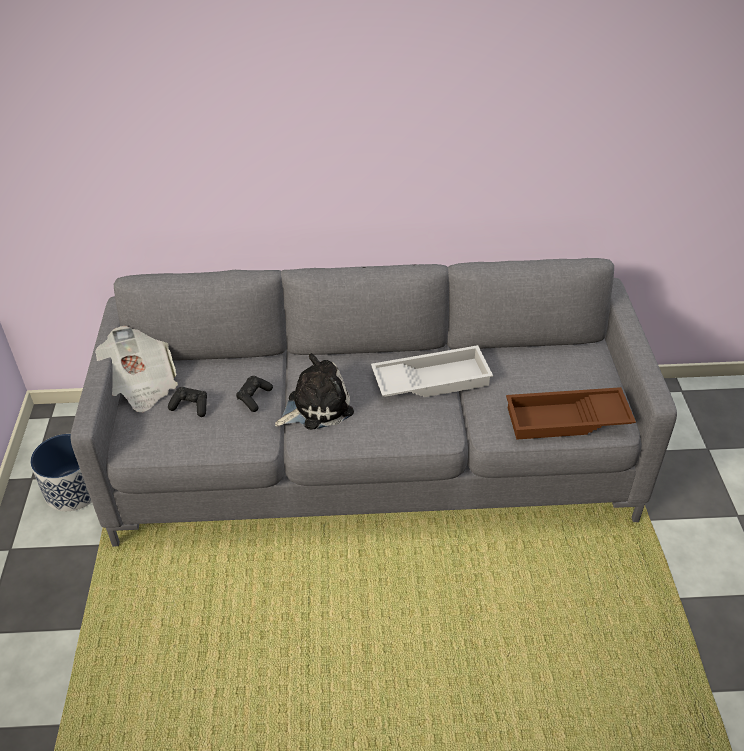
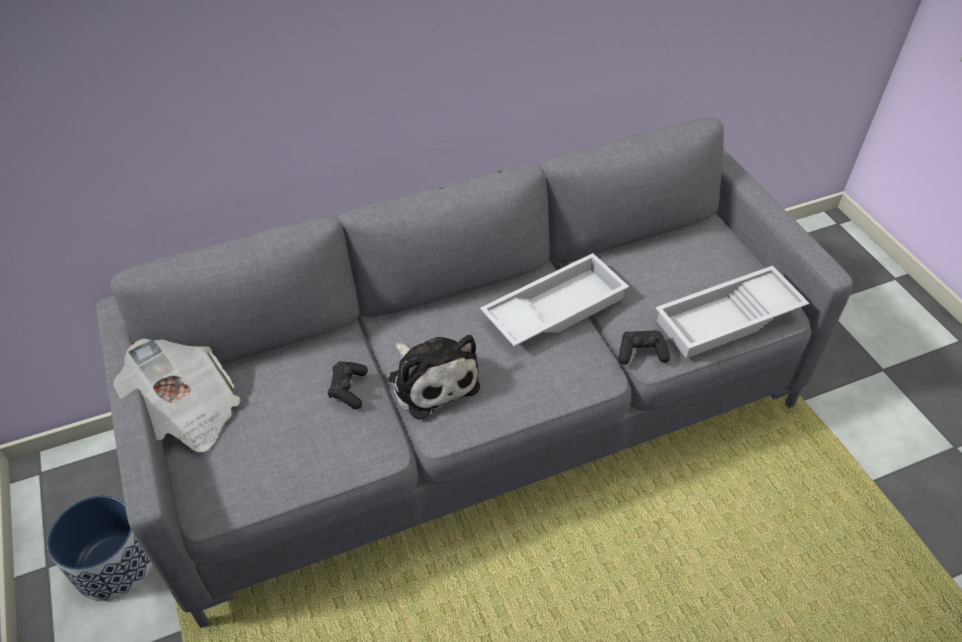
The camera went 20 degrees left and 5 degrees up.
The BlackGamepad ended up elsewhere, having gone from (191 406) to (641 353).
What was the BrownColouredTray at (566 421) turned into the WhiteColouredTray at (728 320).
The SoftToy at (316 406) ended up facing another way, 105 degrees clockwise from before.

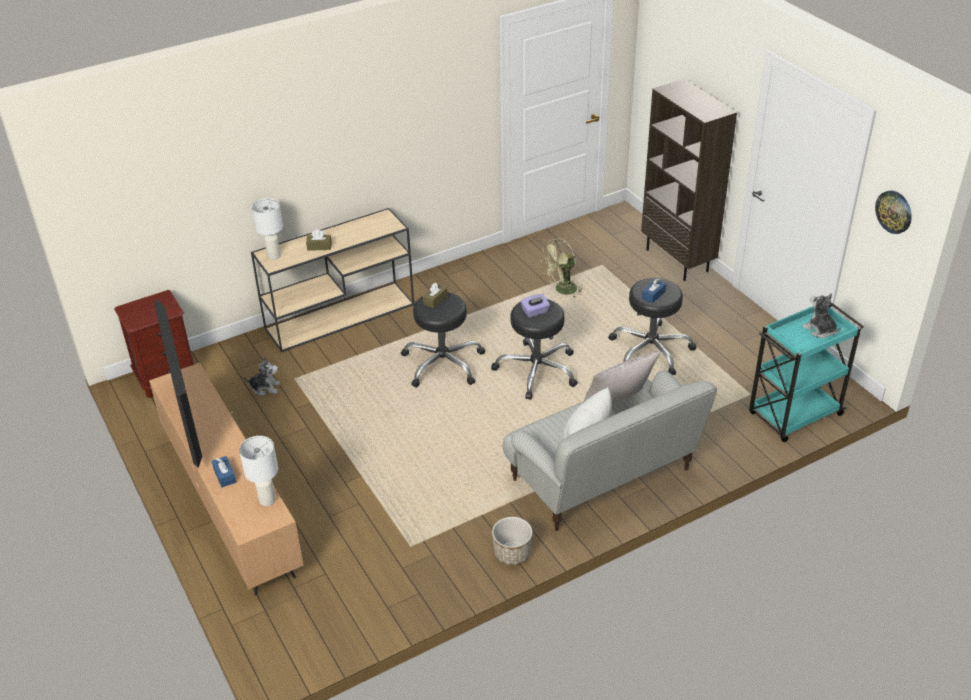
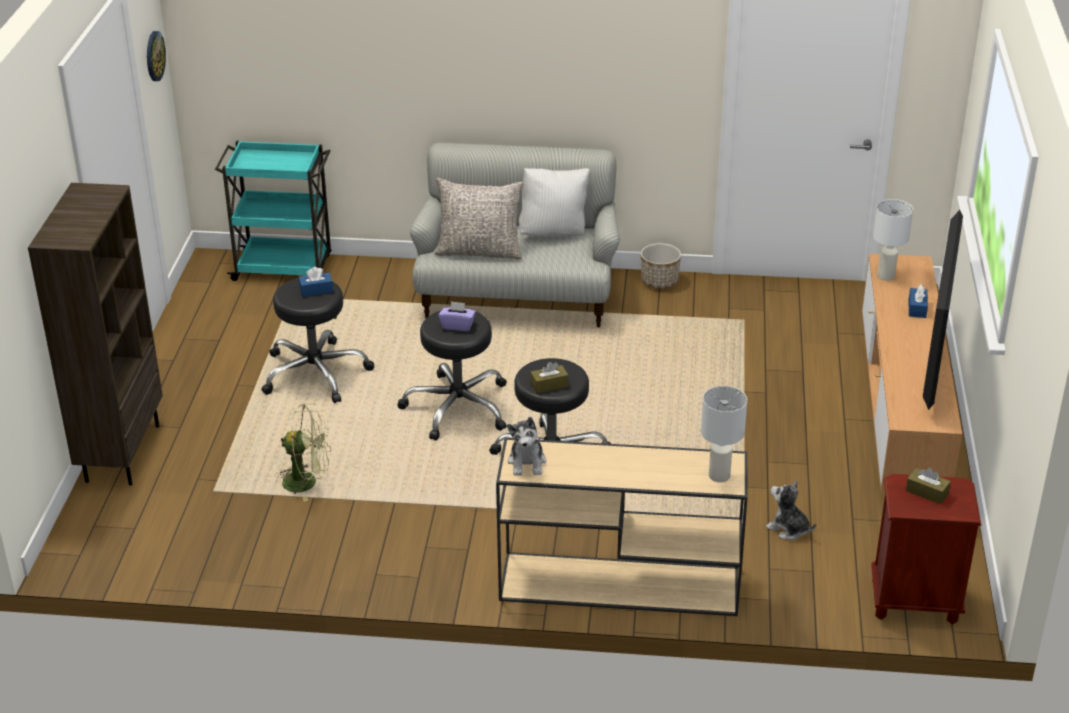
The camera went 145 degrees left and 5 degrees down.
The BrownColouredTissueBox ended up elsewhere, having gone from (319 246) to (927 492).
The SoftToy ended up elsewhere, having gone from (820 330) to (527 462).

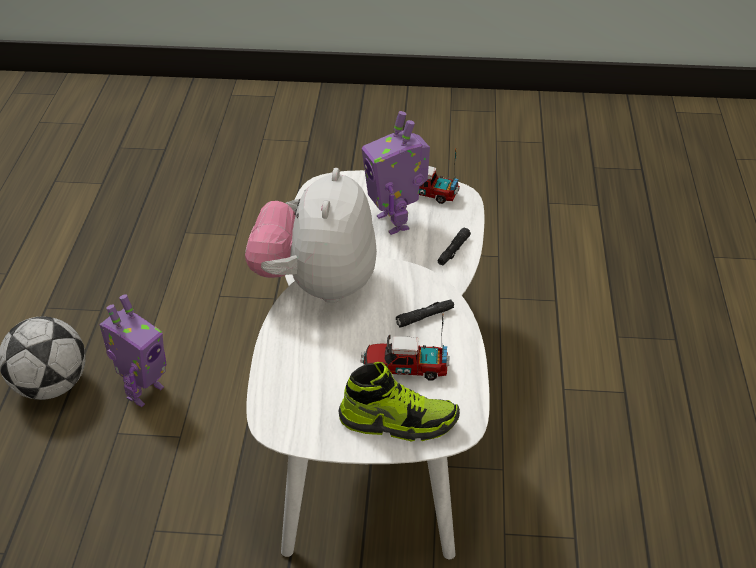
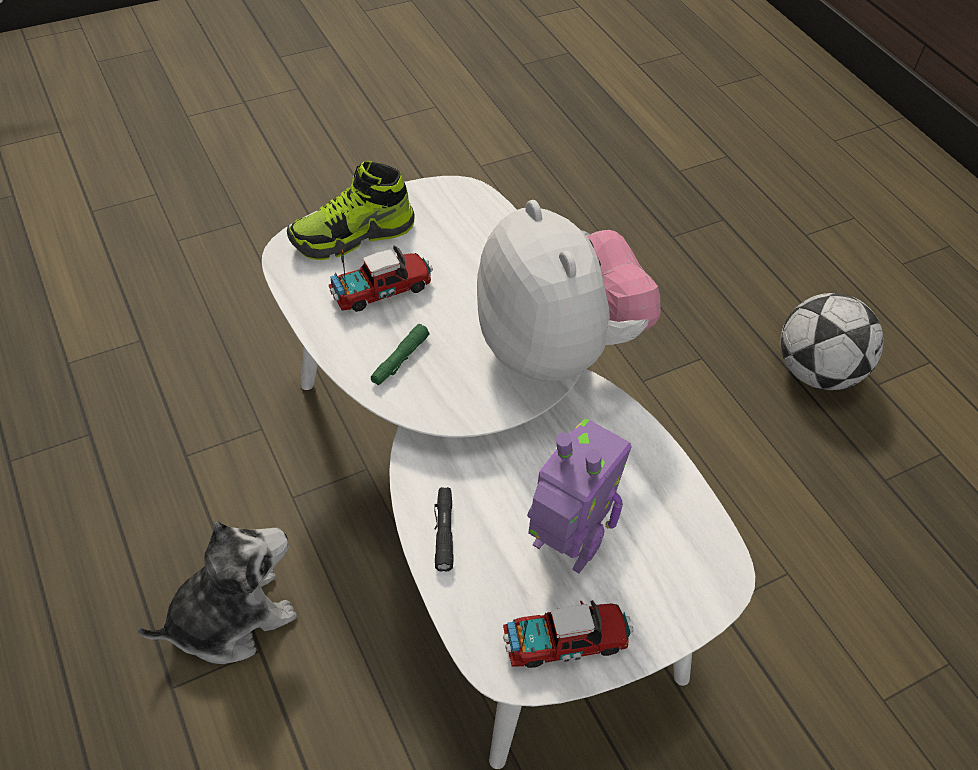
The camera went 145 degrees right and 10 degrees up.
The second view lost the RobotFigure at (143 392).
The second view gained the SoftToy at (231 616).
What was the BlackFlashlight at (425 316) turned into the GreenishFlashlight at (400 360).

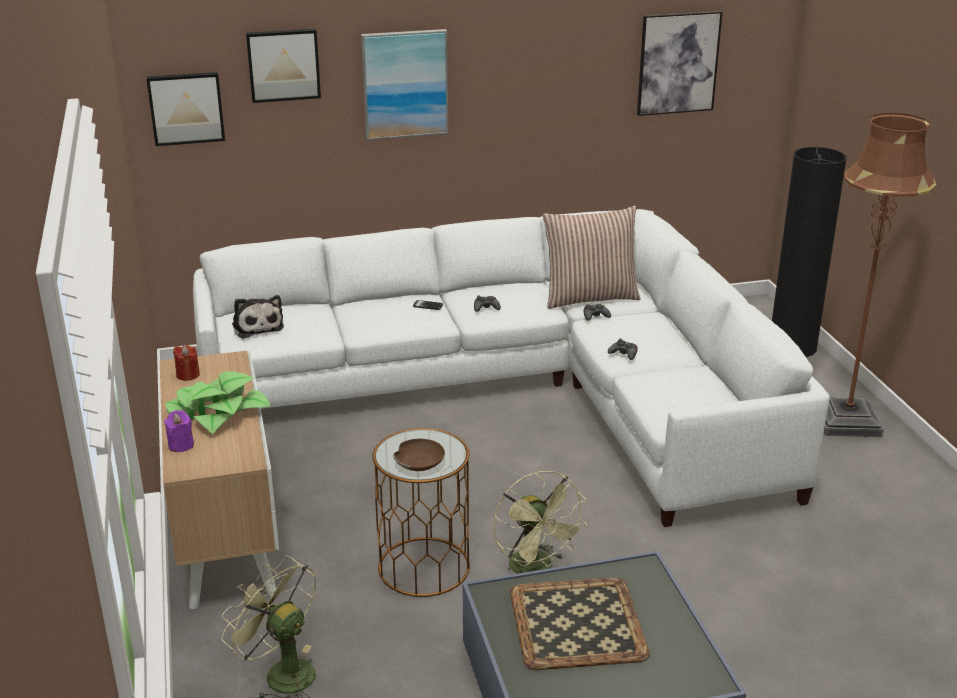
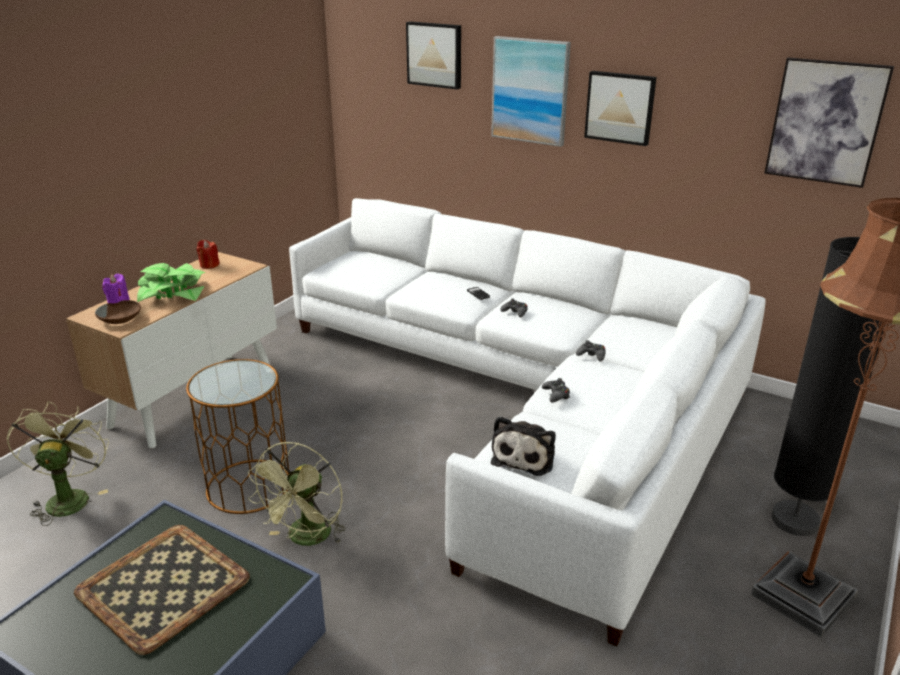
The camera went 45 degrees right and 0 degrees up.
The second view lost the ThrowPillow at (589 297).
The Picture ended up elsewhere, having gone from (186 108) to (620 107).
The SoftToy ended up elsewhere, having gone from (257 326) to (525 456).
The BrownColouredServingBowl ended up elsewhere, having gone from (420 462) to (121 318).

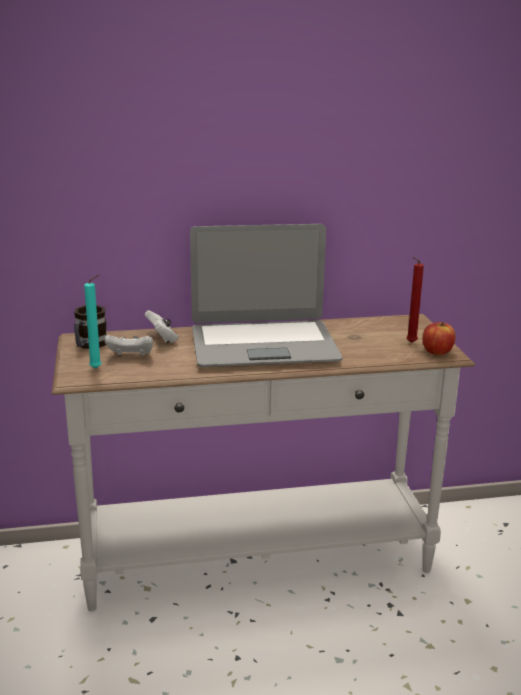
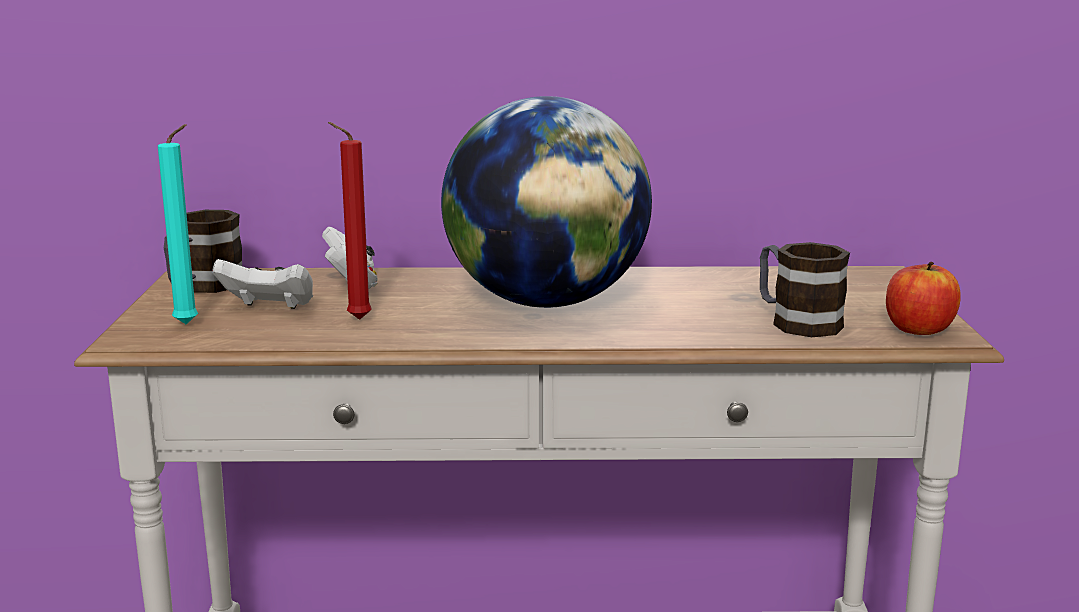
The camera went 10 degrees right and 5 degrees down.
The second view gained the TeaMug at (796 321).
The RedWaxLight ended up elsewhere, having gone from (410 343) to (355 320).
Where the Laptop stood at (263 345), the DeskGlobe came to stand at (546 302).

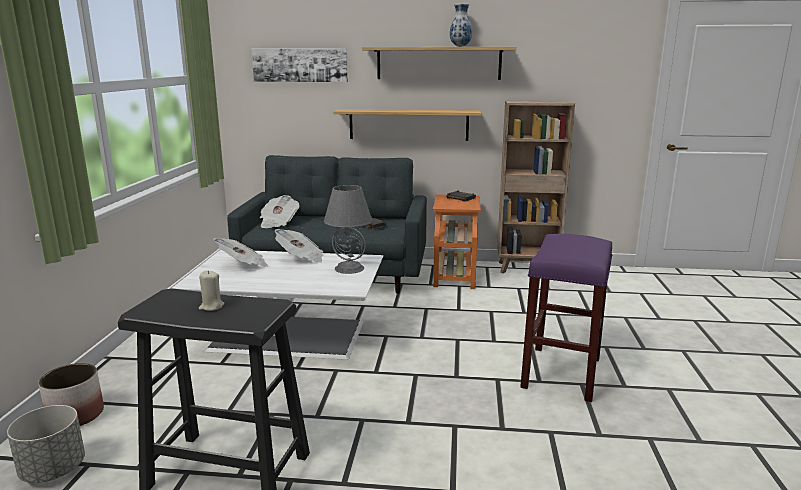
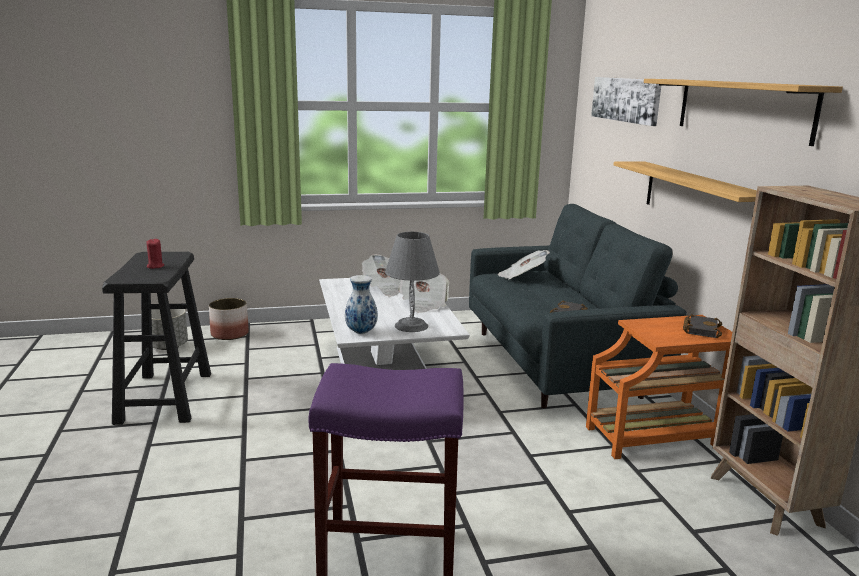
The camera went 70 degrees right and 0 degrees up.
The Vase ended up elsewhere, having gone from (460 46) to (361 332).
What was the BeigeColouredWaxLight at (211 306) turned into the RedWaxLight at (155 266).

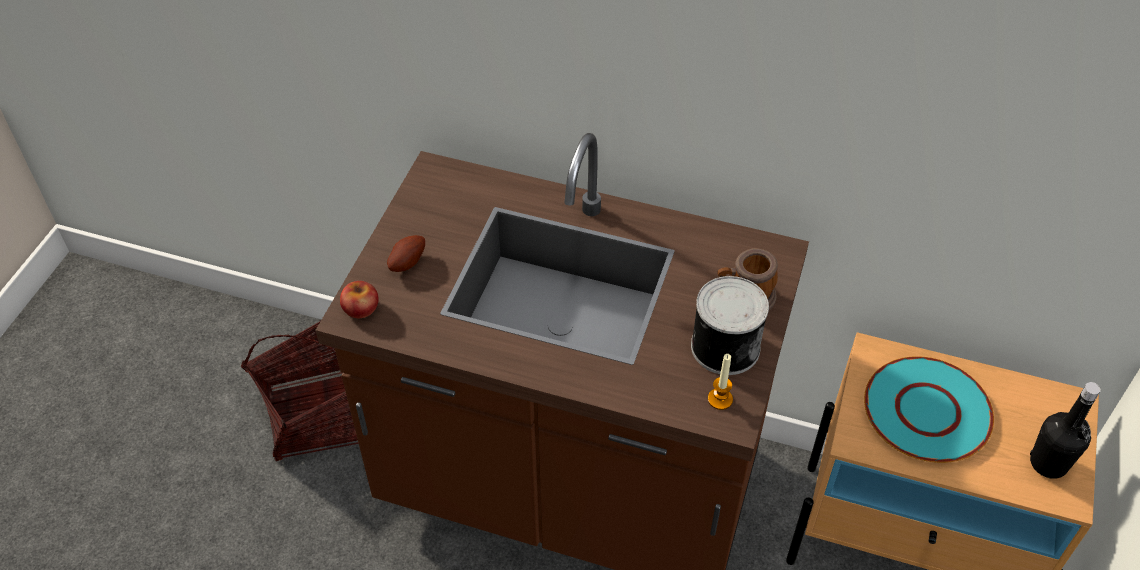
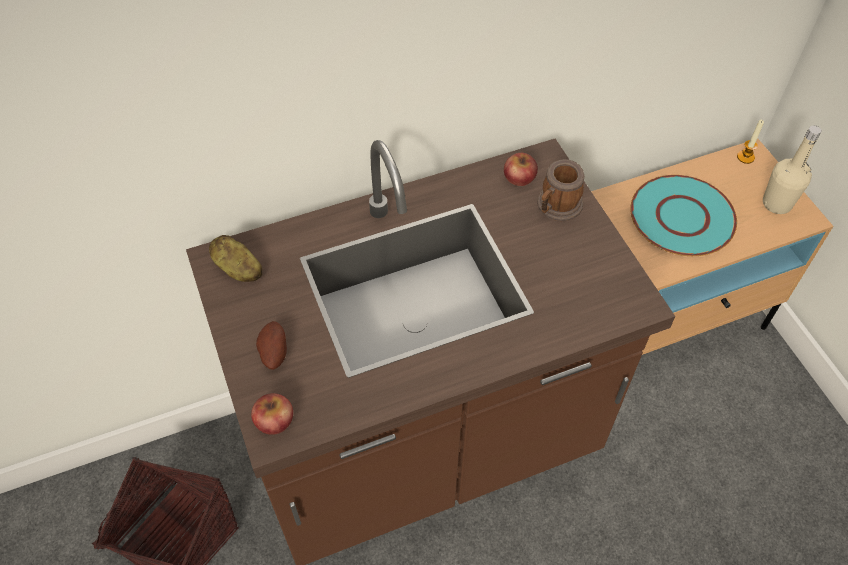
The camera went 40 degrees left and 5 degrees up.
The second view lost the Can at (723 346).
The second view gained the Potato at (237 269).
The second view gained the Apple at (519 177).
The WaxLight ended up elsewhere, having gone from (720 399) to (745 157).
What was the BlackDrinkBottle at (1048 463) turned into the BeigeColouredDrinkBottle at (776 203).

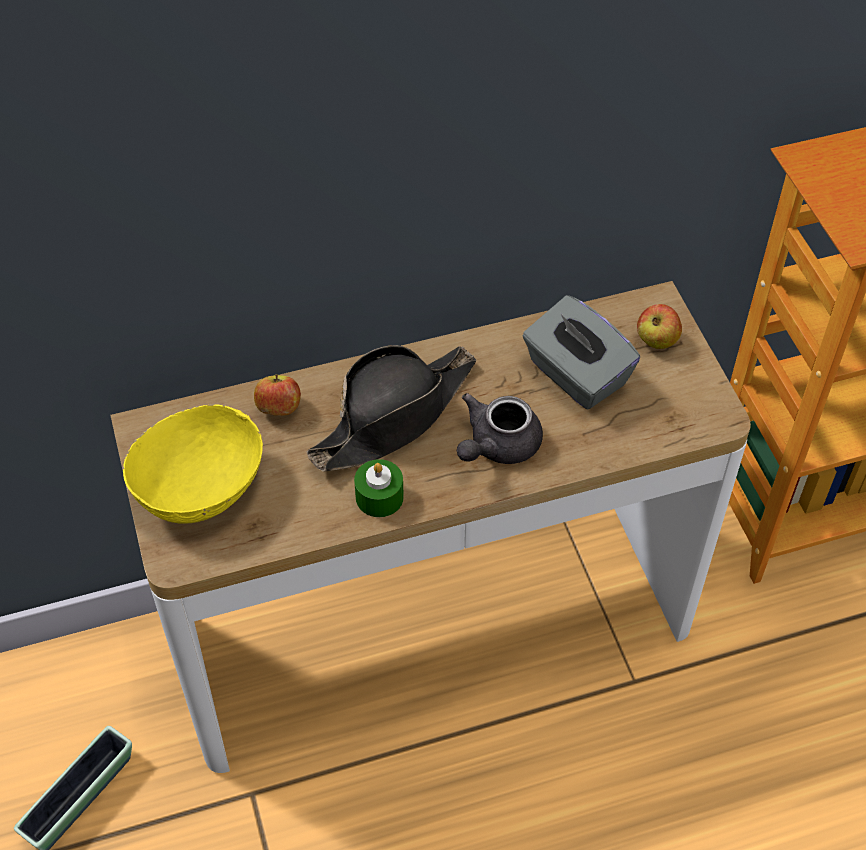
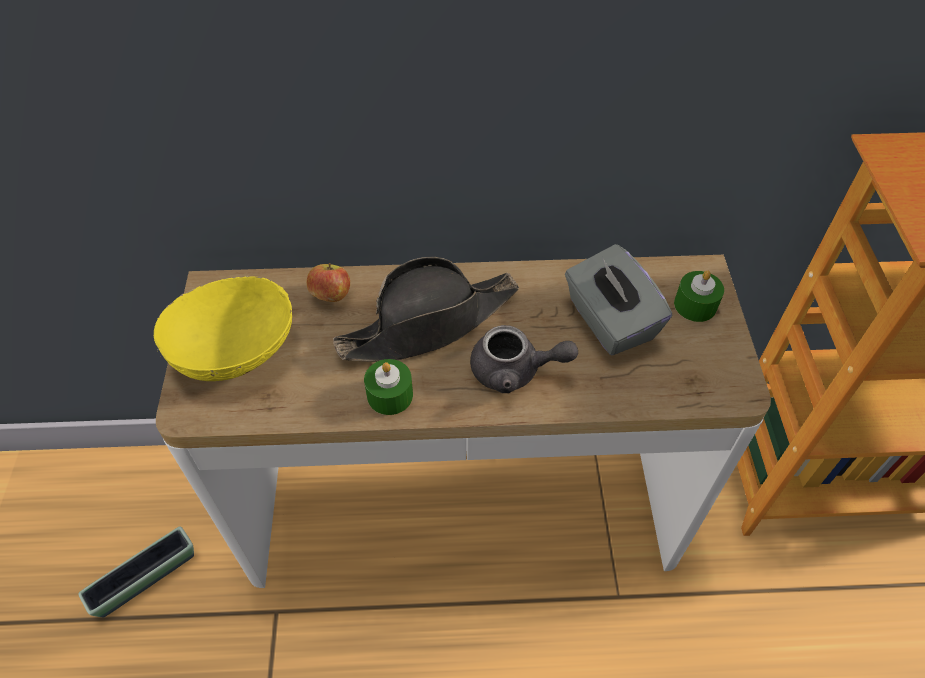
The camera went 15 degrees right and 0 degrees up.
Where the Apple stood at (656 340), the GreenishWaxLight came to stand at (695 305).
The GreyPotForTea at (497 446) ended up facing another way, 135 degrees counterclockwise from before.

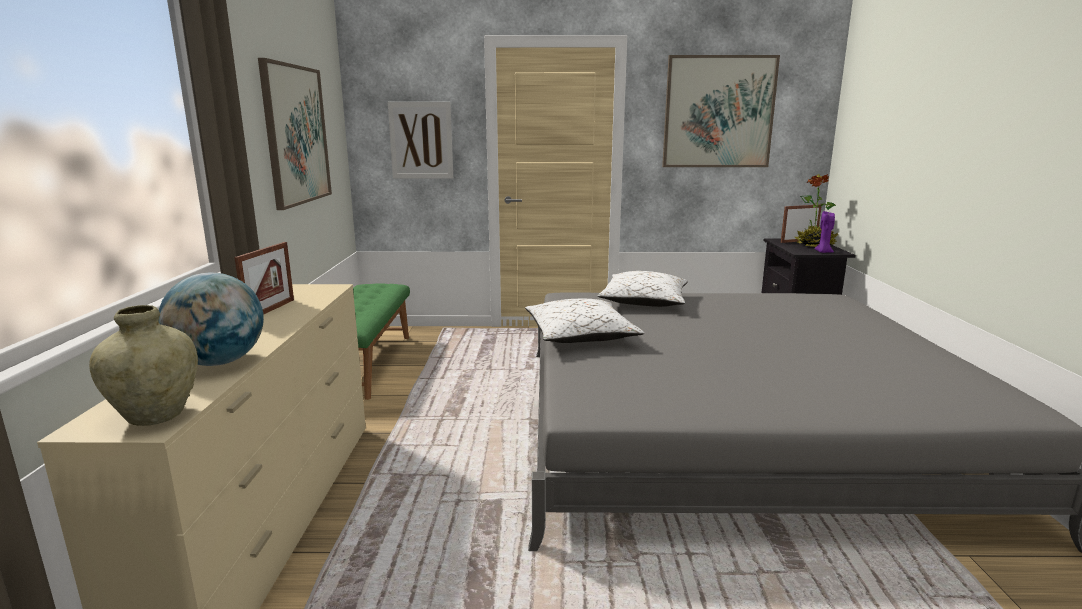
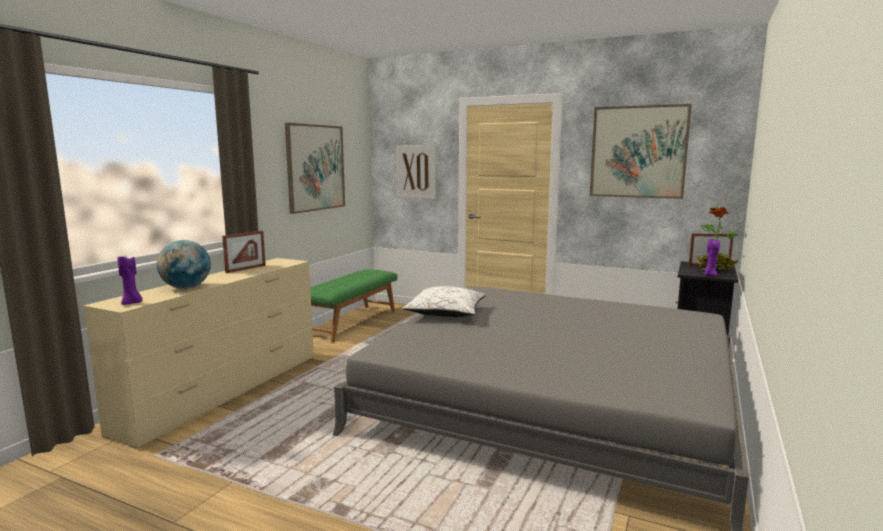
The camera went 25 degrees right and 5 degrees down.
The second view lost the WhiteColouredThrowPillow at (644 302).
Where the BeigeColouredVase stood at (156 415), the PurpleColouredWaxLight came to stand at (132 303).

